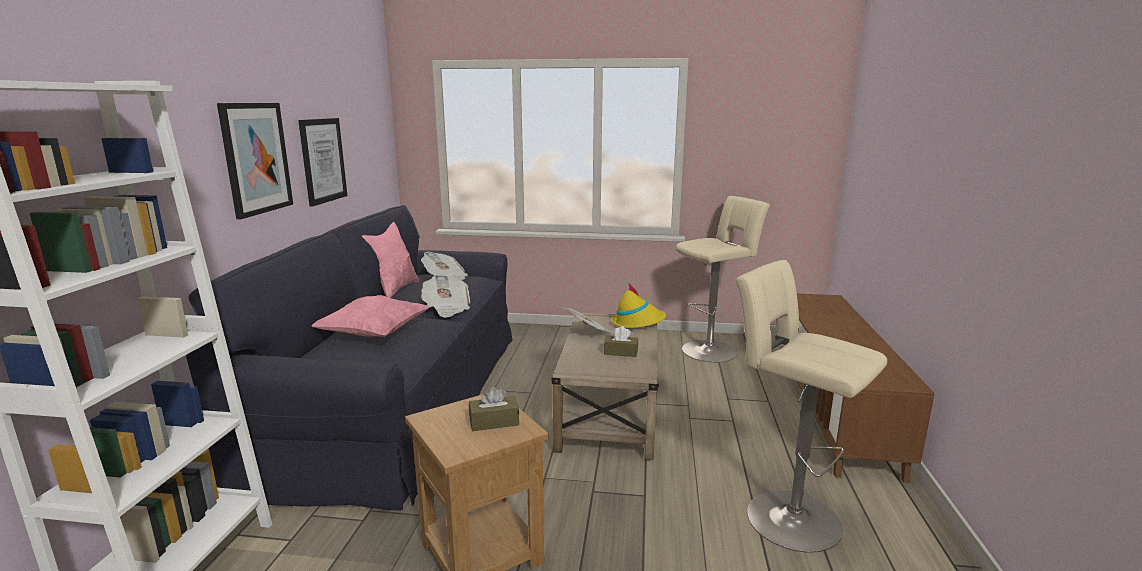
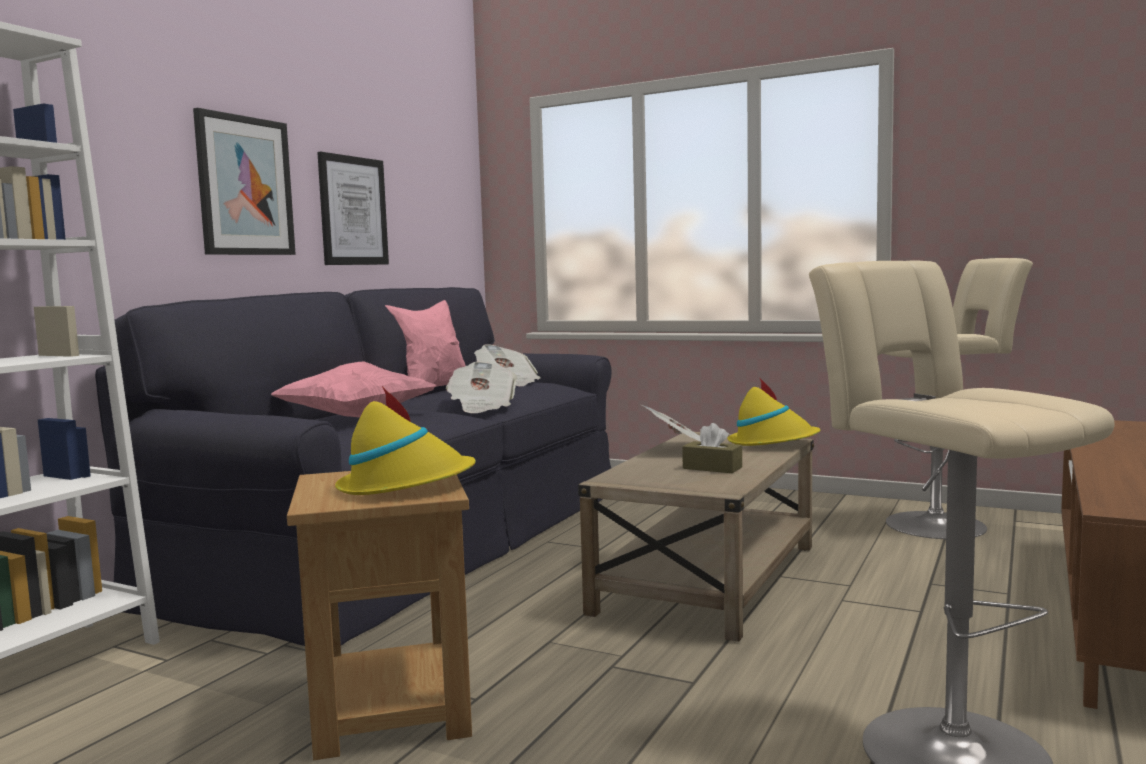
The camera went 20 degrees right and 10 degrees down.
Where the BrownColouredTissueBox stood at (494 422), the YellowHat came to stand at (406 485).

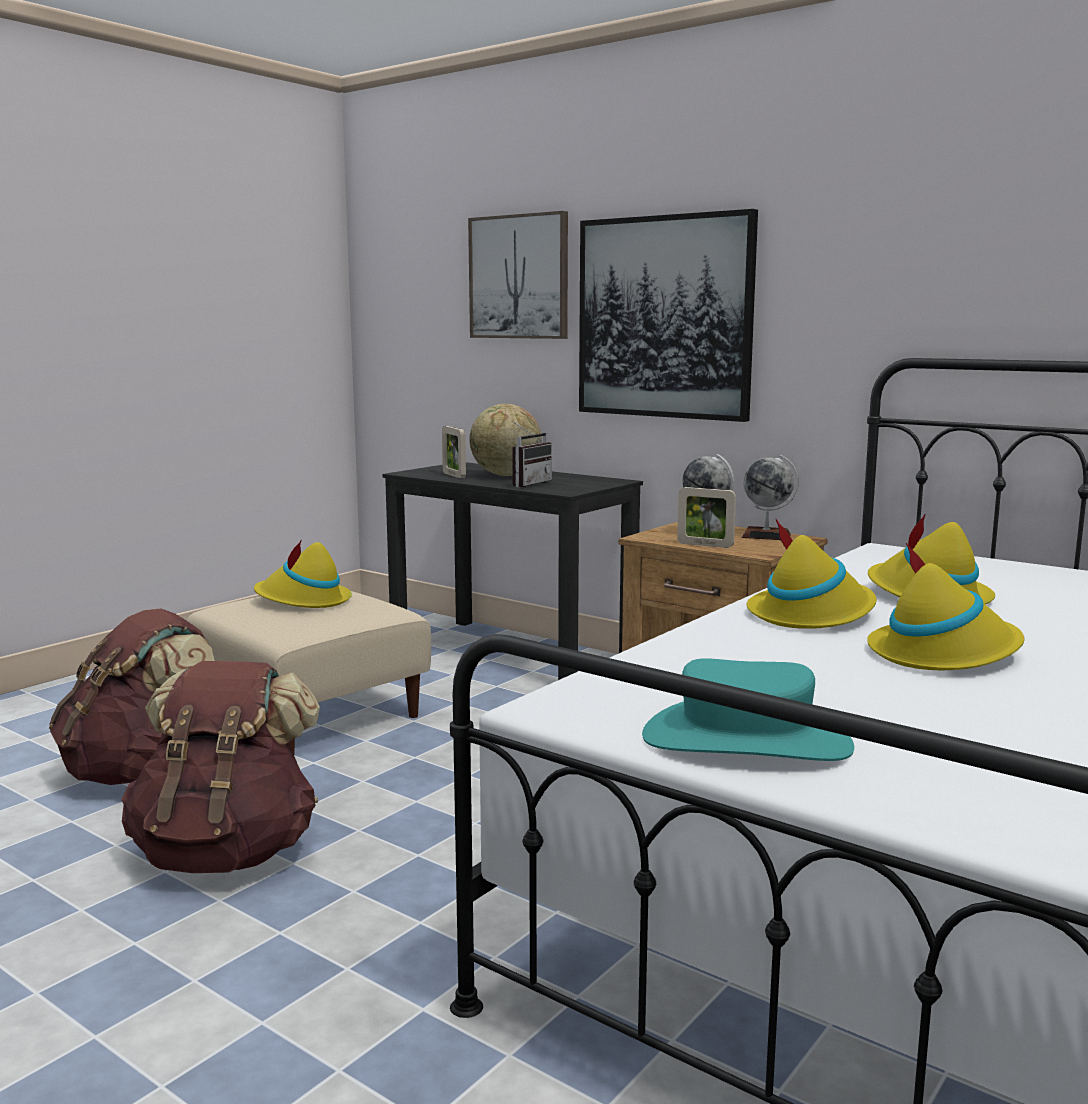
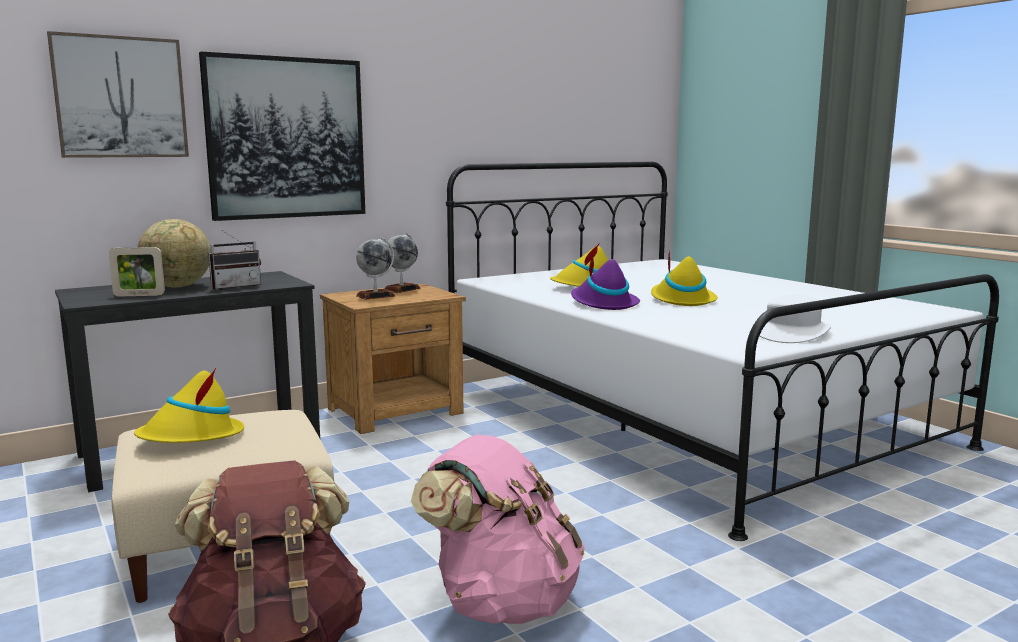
The camera went 70 degrees left and 0 degrees up.
The second view lost the PictureFrame at (705 545).
What was the BrownColouredBackpack at (227 853) turned into the PinkBackpack at (501 602).
What was the TurquoiseHat at (745 740) turned into the WhiteColouredHat at (792 333).
What was the YellowHat at (811 614) turned into the PurpleColouredHat at (603 303).
The Radio at (527 484) ended up facing another way, 90 degrees clockwise from before.

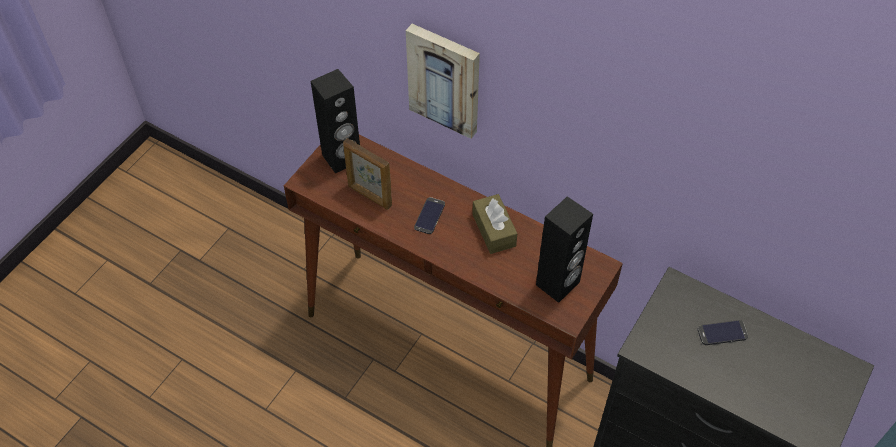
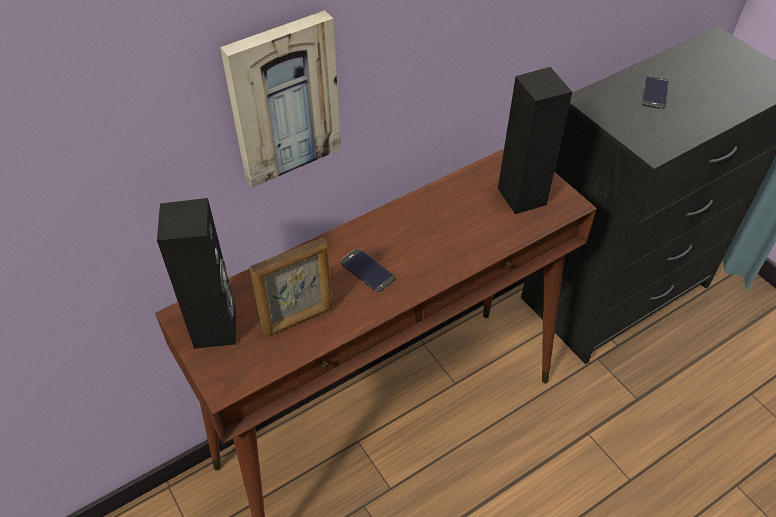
The camera went 65 degrees left and 5 degrees down.
The second view lost the BrownColouredTissueBox at (494 230).

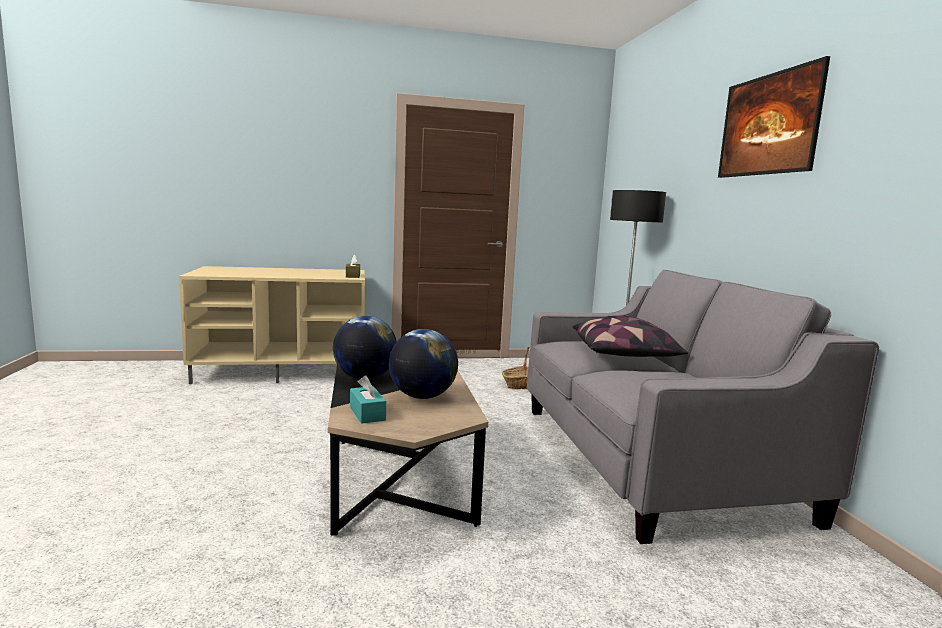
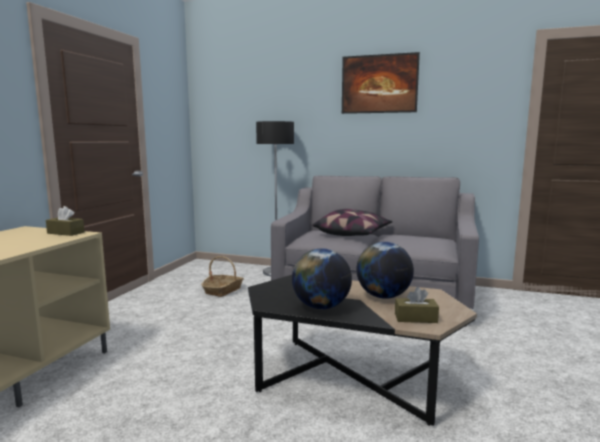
The camera went 60 degrees left and 0 degrees up.
What was the TurquoiseTissueBox at (367 413) turned into the BrownColouredTissueBox at (415 318).

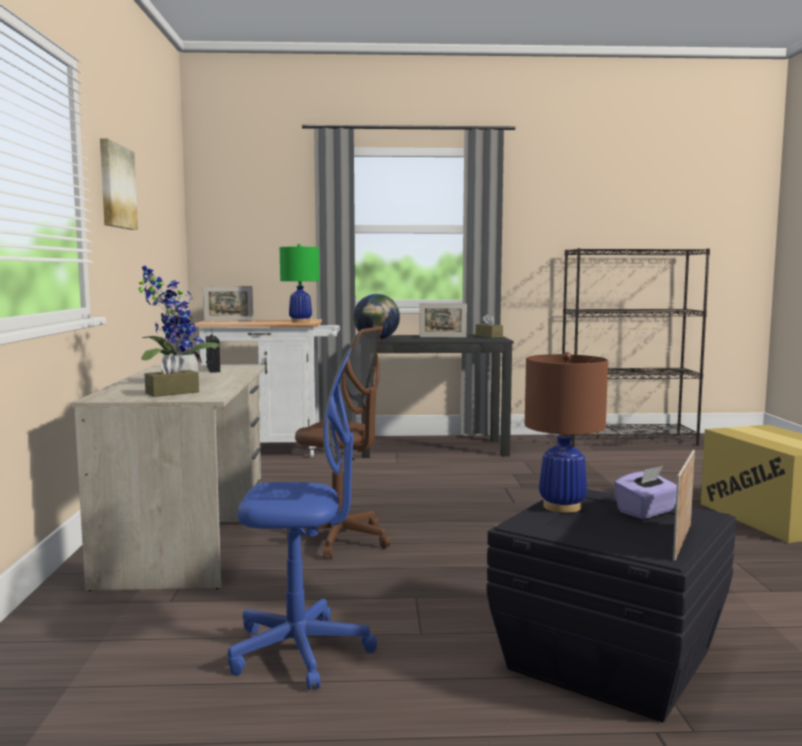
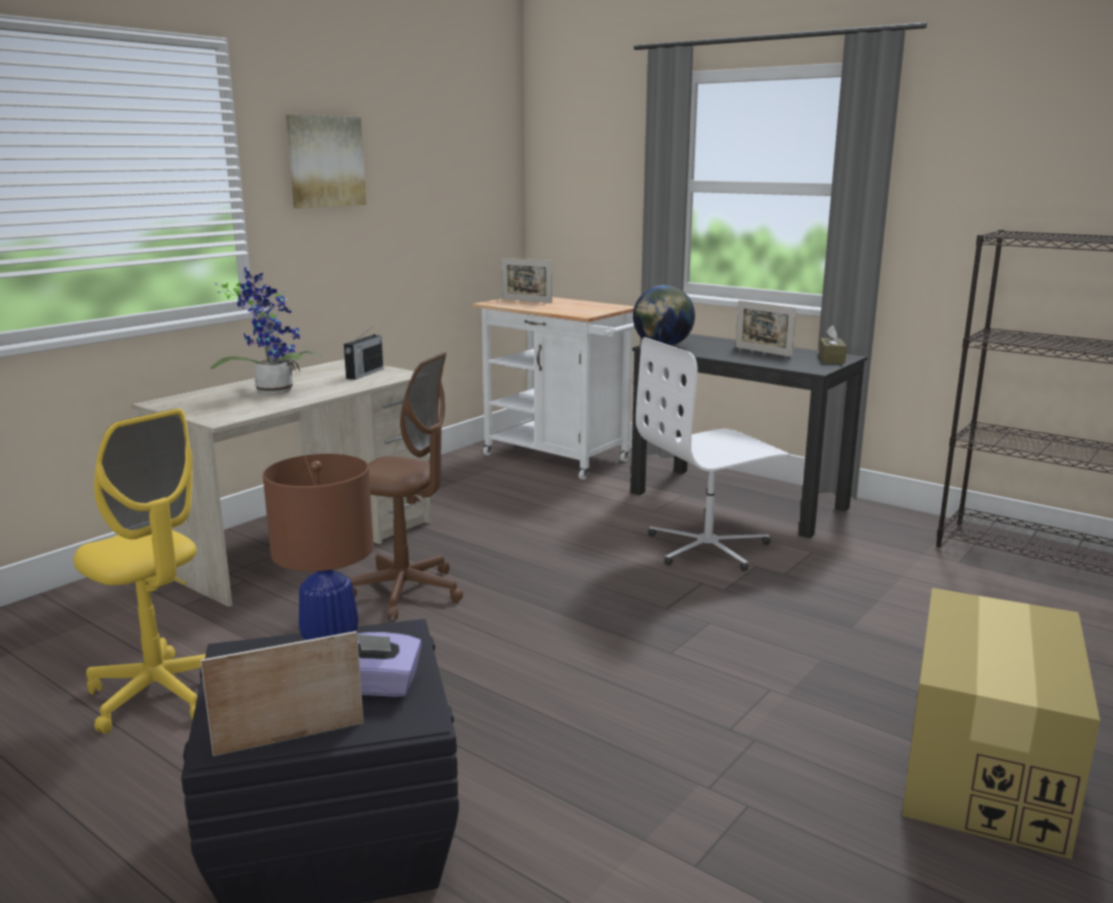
The camera went 40 degrees right and 10 degrees up.
The second view lost the BrownColouredTissueBox at (172 392).
The second view lost the GreenishTabletopLamp at (300 321).
The second view gained the WhiteColouredOfficeChair at (708 547).
What was the BlueOfficeChair at (300 651) turned into the YellowOfficeChair at (160 694).
The BrownColouredOfficeChair at (340 540) ended up facing another way, 45 degrees counterclockwise from before.

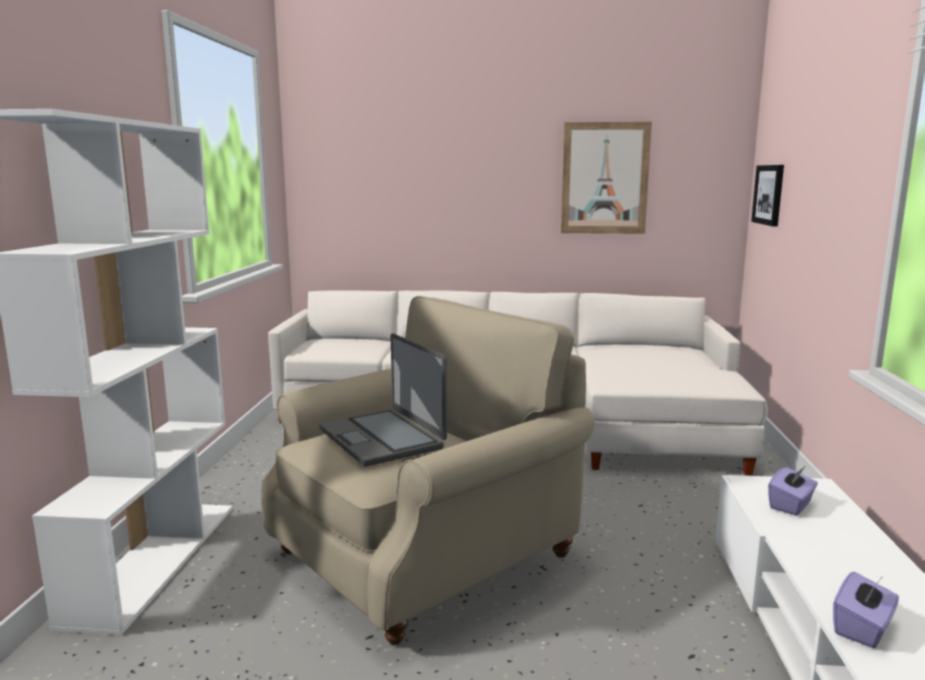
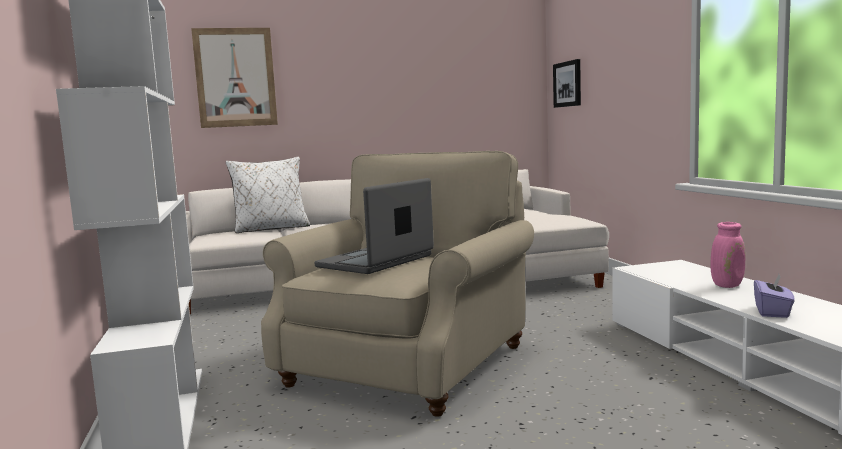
The camera went 20 degrees left and 5 degrees down.
The second view lost the PurpleColouredTissueBox at (791 505).
The second view gained the WhiteColouredThrowPillow at (271 228).
The second view gained the PinkVase at (727 285).
The Picture ended up elsewhere, having gone from (604 178) to (235 77).
The Laptop at (382 438) ended up facing another way, 90 degrees clockwise from before.

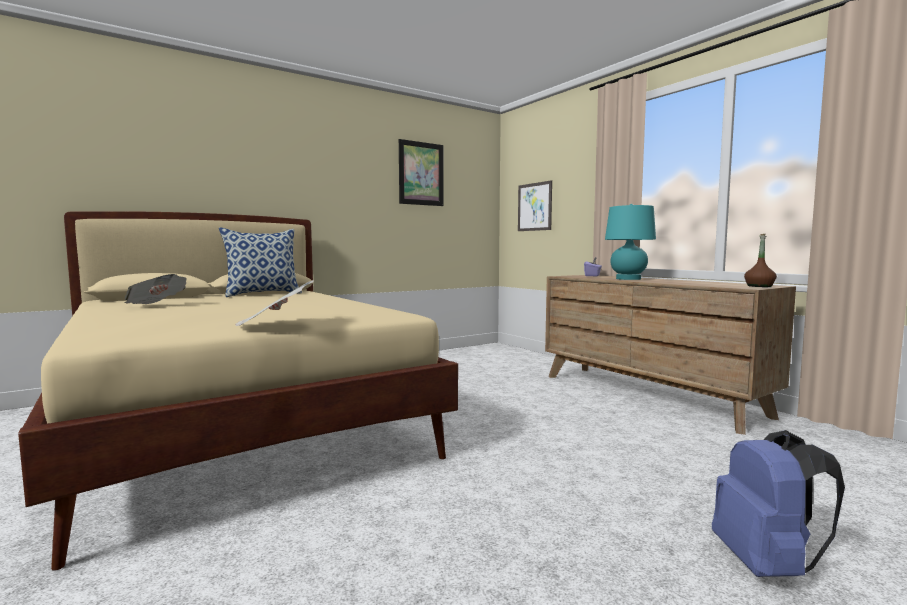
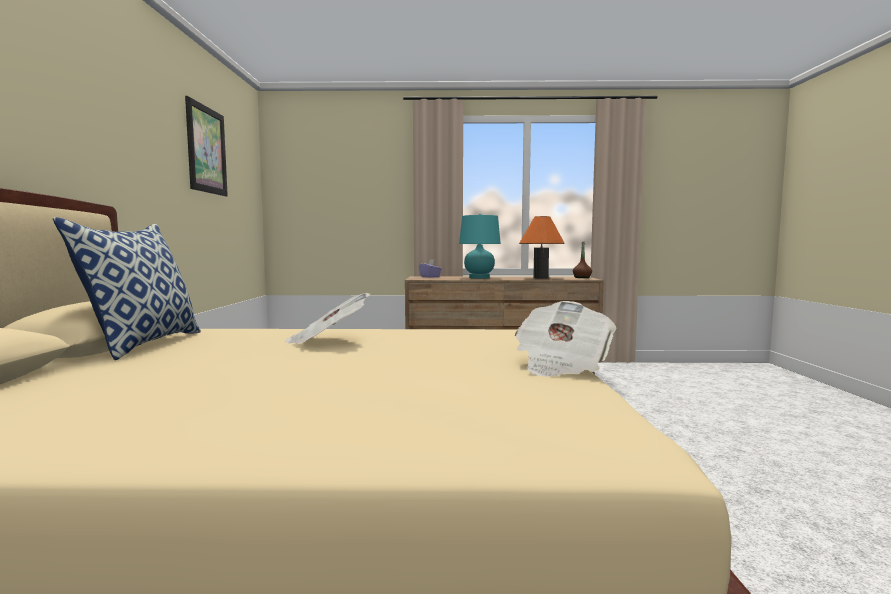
The camera went 55 degrees left and 0 degrees up.
The second view lost the Picture at (534 207).
The second view lost the BlueBackpack at (767 565).
The second view gained the OrangeyTabletopLamp at (540 278).
The PrintedPaper ended up elsewhere, having gone from (156 306) to (327 341).

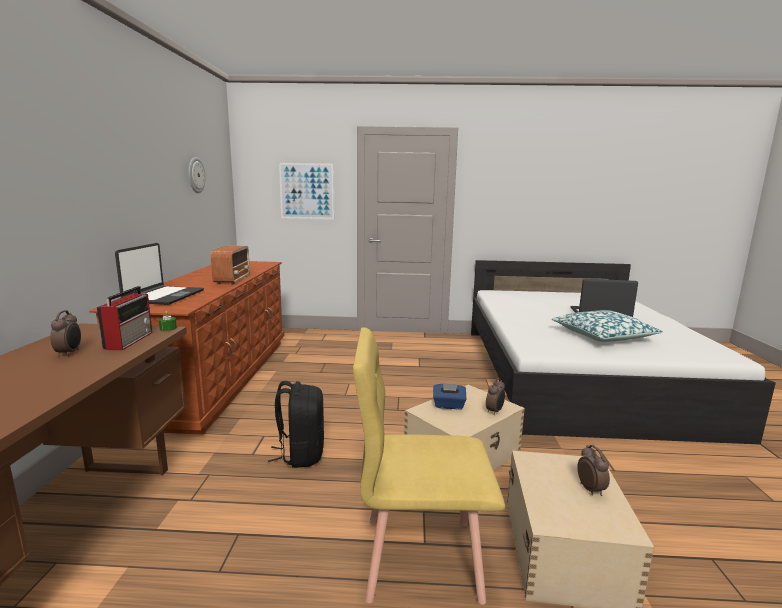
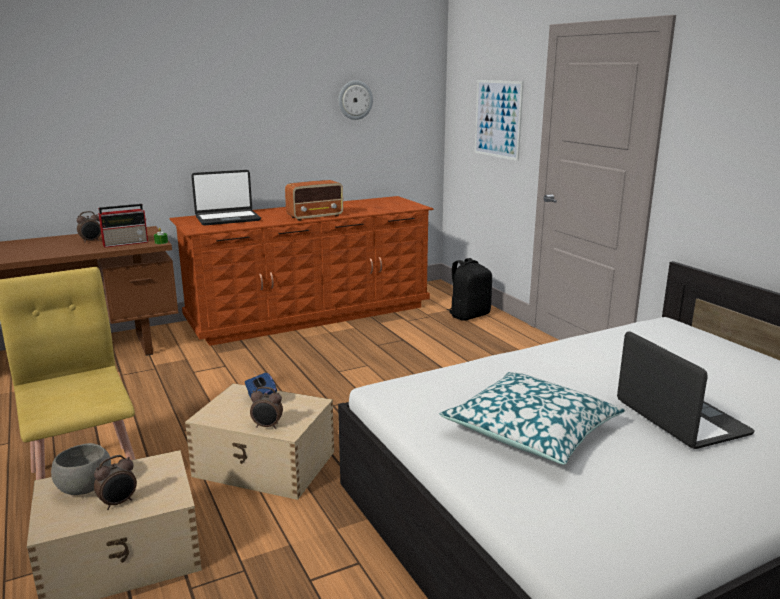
The camera went 60 degrees right and 5 degrees up.
The second view gained the GreyServingBowl at (84 488).
The BlackBackpack ended up elsewhere, having gone from (301 454) to (469 315).

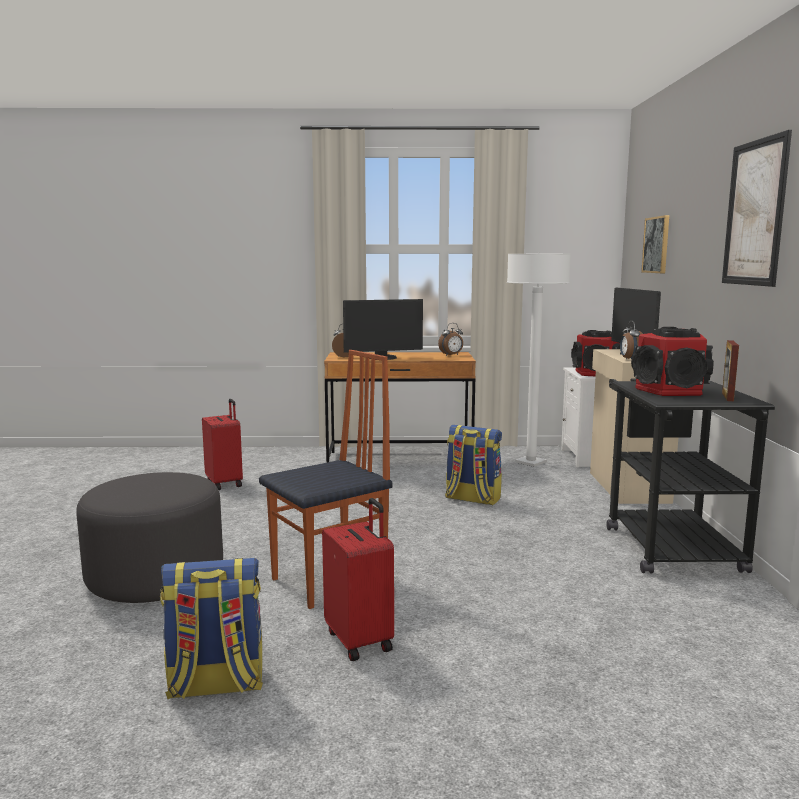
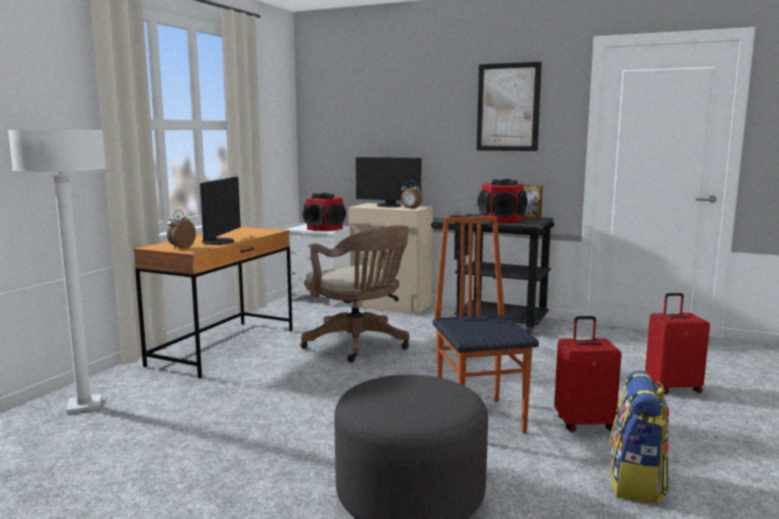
The camera went 65 degrees left and 0 degrees up.
The second view lost the AlarmClock at (451 355).
The second view lost the Picture at (656 245).
The RedTravelCase ended up elsewhere, having gone from (225 483) to (672 387).
The WhiteColouredStandingLamp ended up elsewhere, having gone from (531 462) to (84 405).
Where the Backpack stood at (472 499), the BrownColouredOfficeChair came to stand at (359 345).

